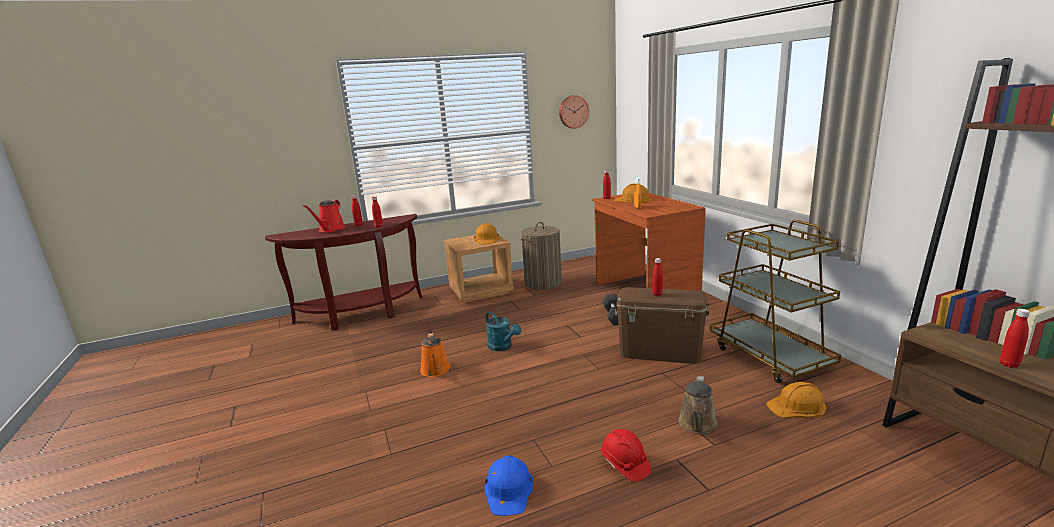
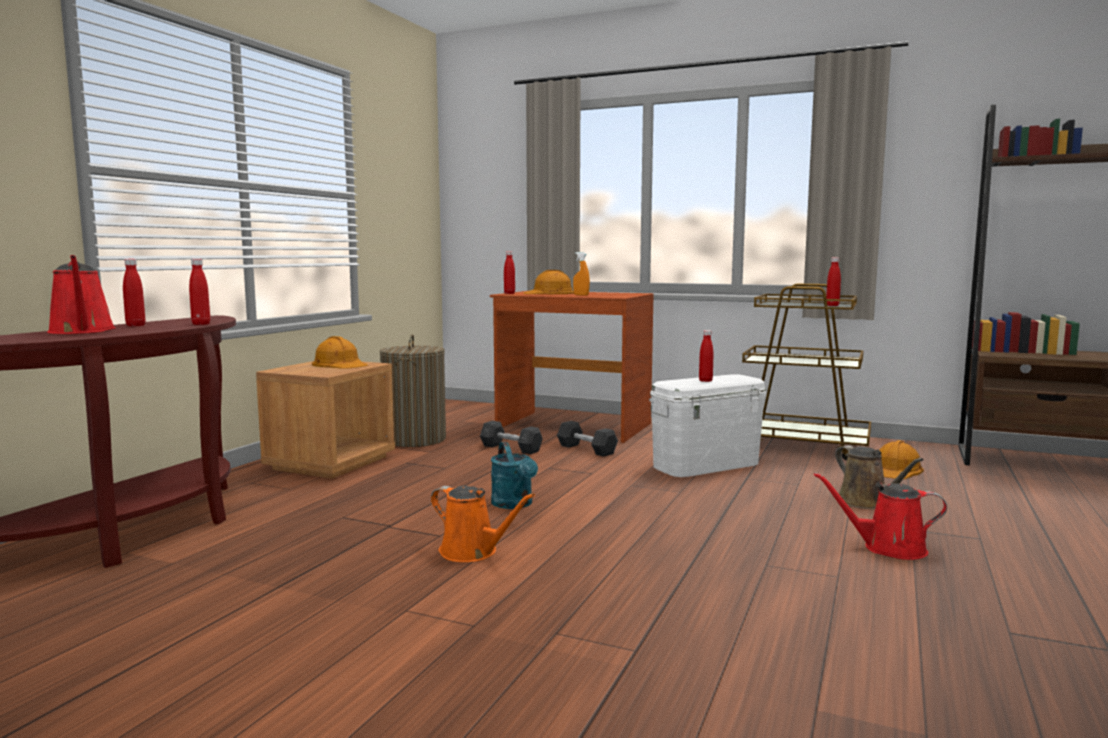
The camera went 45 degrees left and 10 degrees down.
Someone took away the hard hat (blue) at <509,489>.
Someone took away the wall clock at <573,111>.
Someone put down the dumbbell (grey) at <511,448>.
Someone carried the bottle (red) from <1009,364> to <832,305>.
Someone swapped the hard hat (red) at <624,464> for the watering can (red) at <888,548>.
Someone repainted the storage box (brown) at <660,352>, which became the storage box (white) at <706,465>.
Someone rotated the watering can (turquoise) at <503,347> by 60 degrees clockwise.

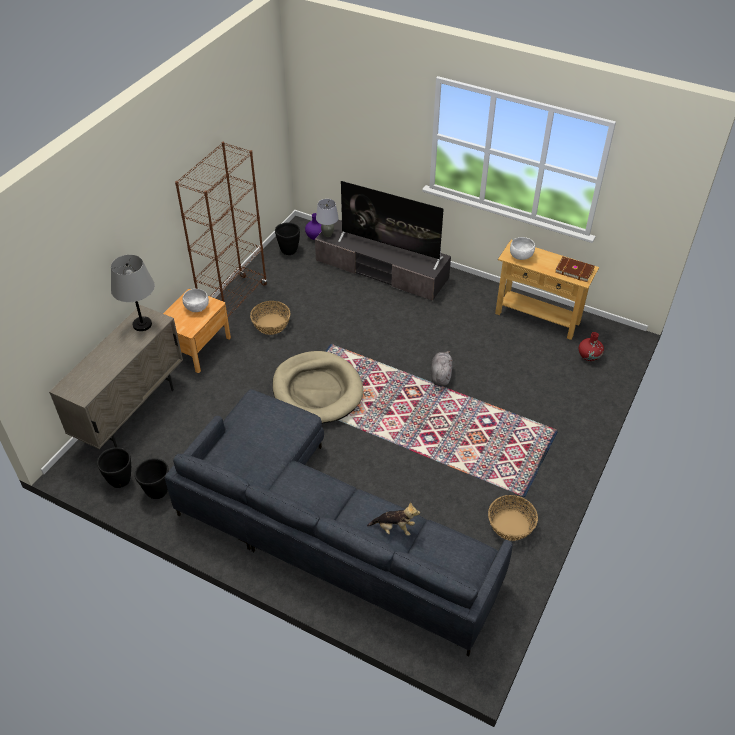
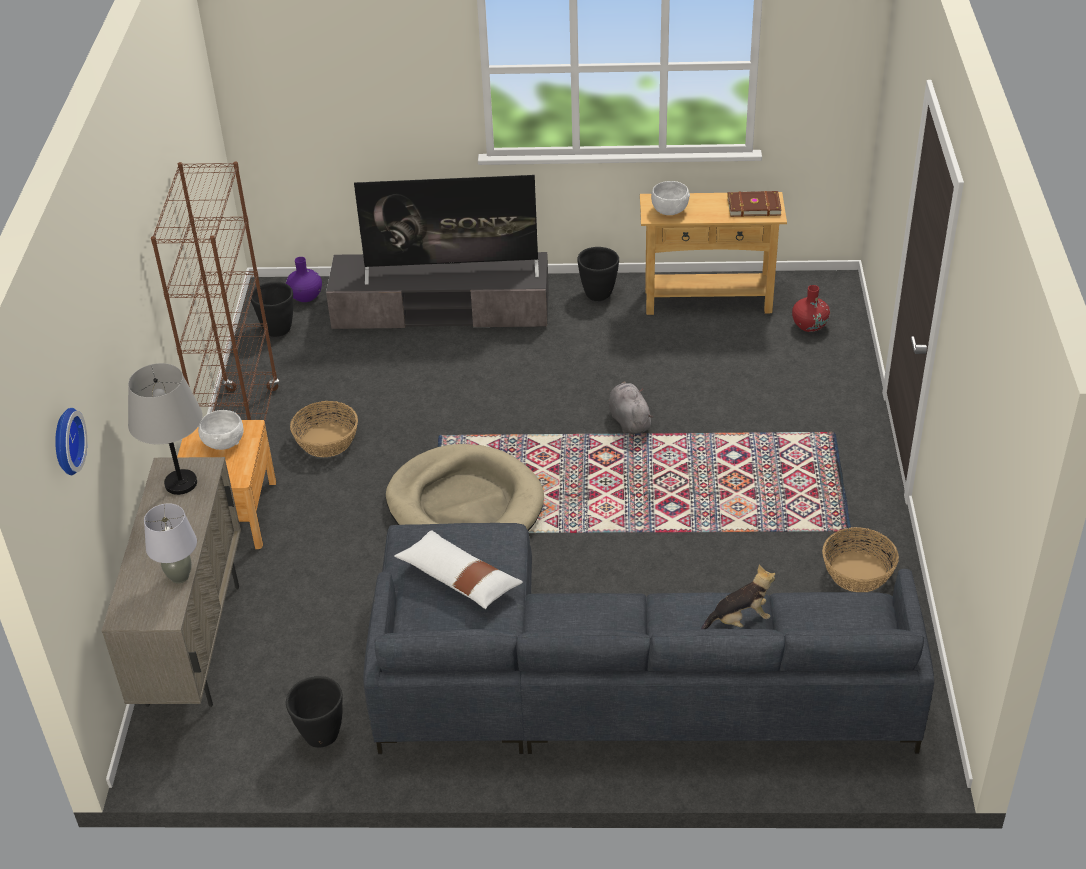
The camera went 25 degrees left and 5 degrees down.
Someone put up the wall clock at <64,441>.
Someone put down the pillow (white) at <459,579>.
Someone carried the planter (black) from <121,480> to <598,294>.
Someone carried the table lamp (grey) from <328,234> to <180,576>.

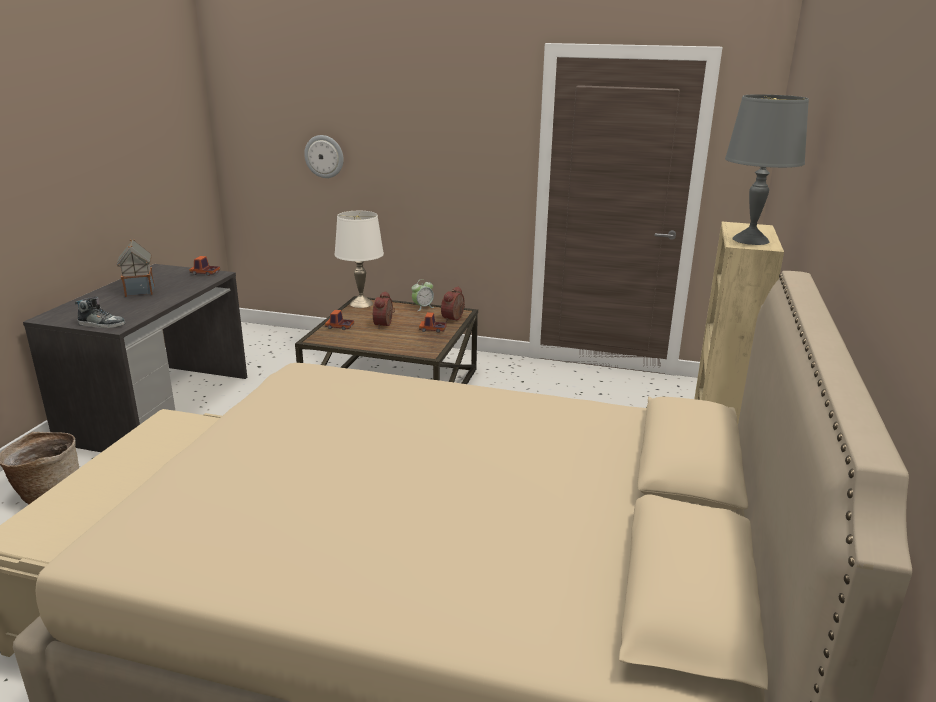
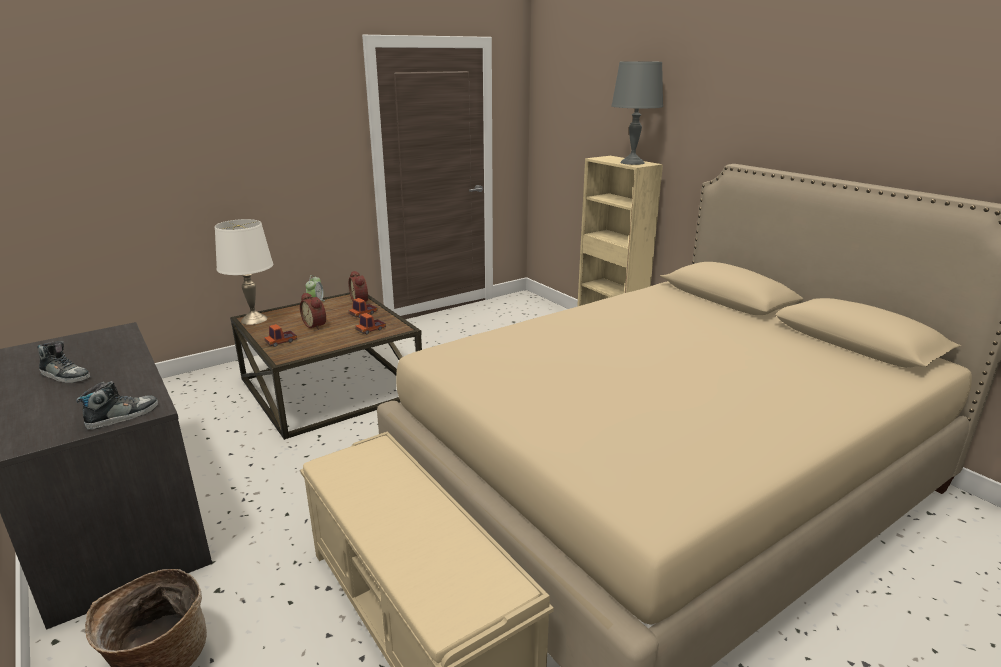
The camera went 50 degrees left and 0 degrees up.
Someone took away the wall clock at <324,156>.
Someone carried the toy truck from <205,273> to <371,330>.
Someone swapped the toy house at <139,291> for the shoe at <65,376>.

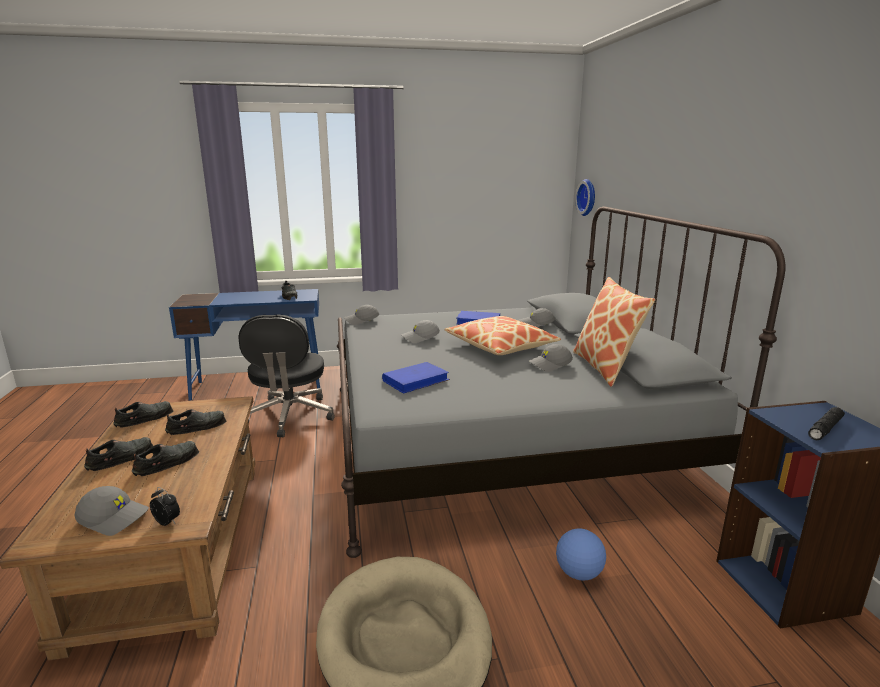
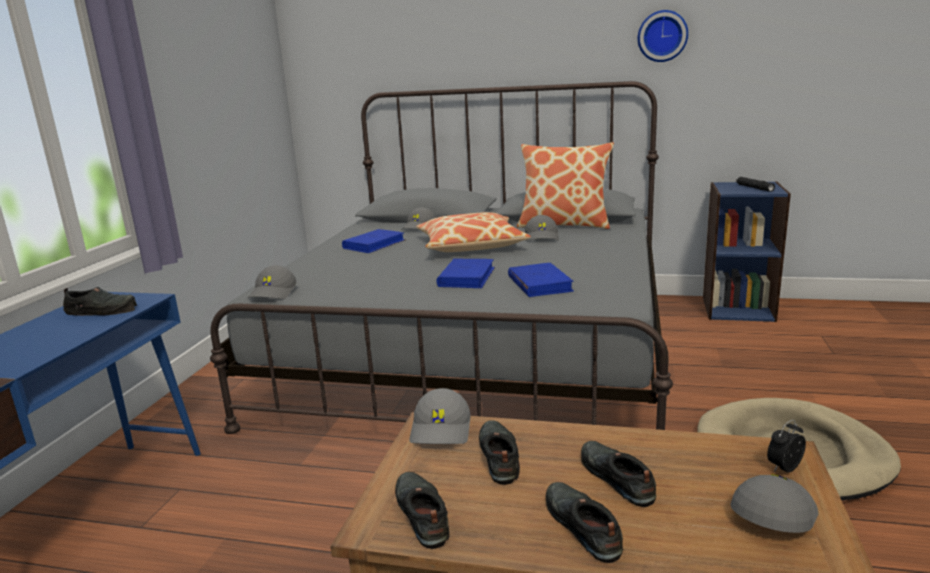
The camera went 65 degrees left and 0 degrees up.
Someone took away the office chair (black) at <290,416>.
Someone took away the football at <579,573>.
Someone put down the book (blue) at <466,277>.
Someone carried the cap (grey) from <420,338> to <442,430>.
Someone carried the wall clock from <588,197> to <662,36>.

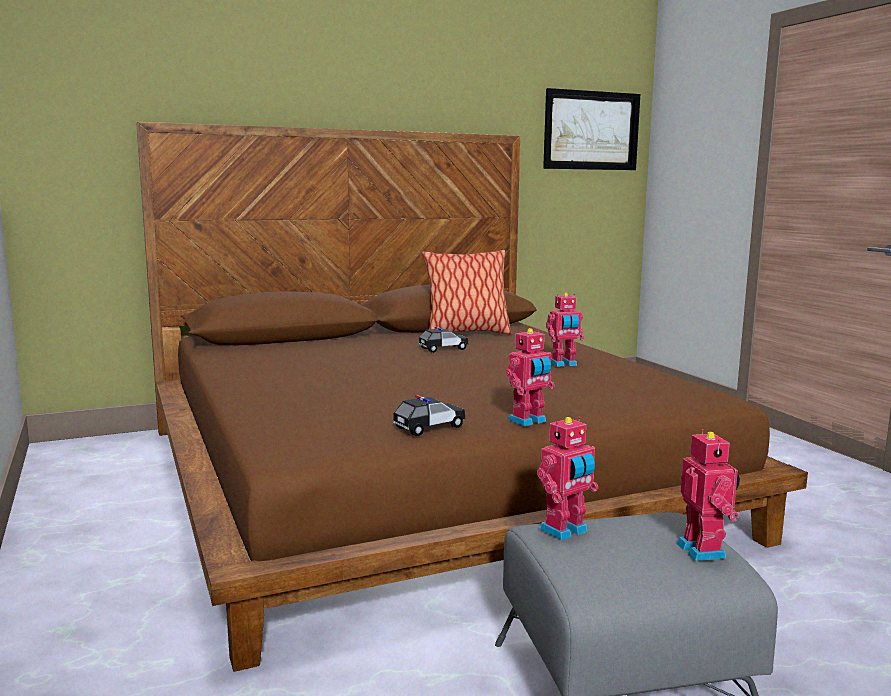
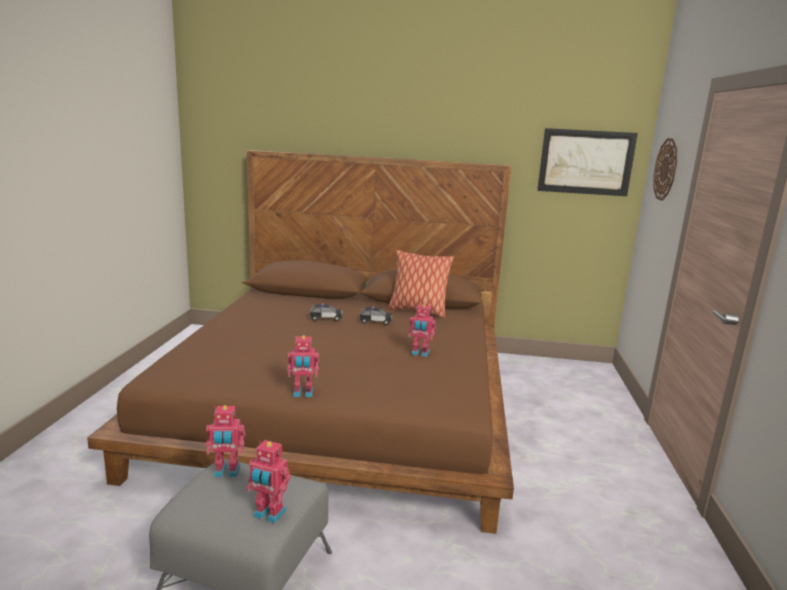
The camera went 30 degrees right and 5 degrees up.
Someone put up the wall clock at <666,169>.
Someone carried the toy car from <429,428> to <325,318>.
Someone rotated the toy robot at <704,550> by 90 degrees clockwise.

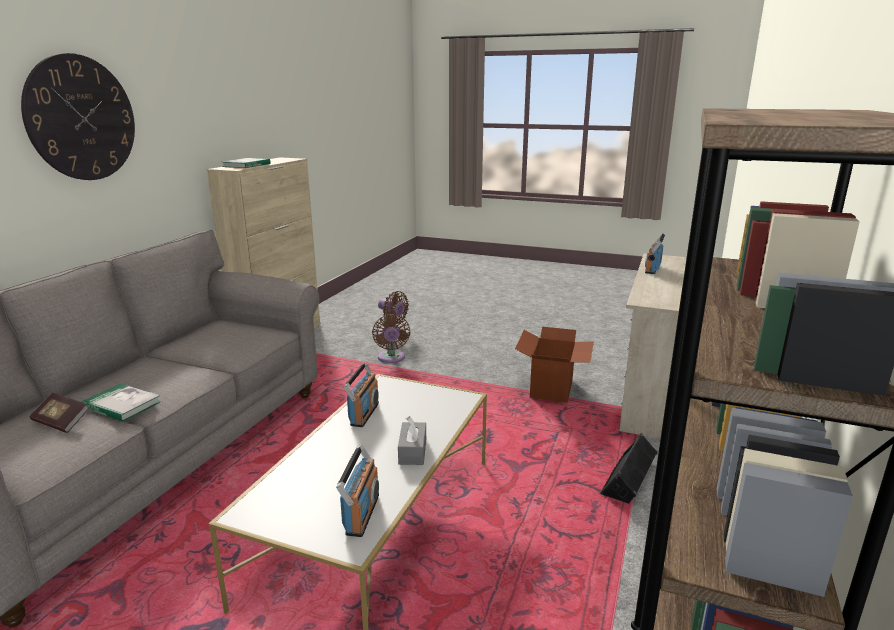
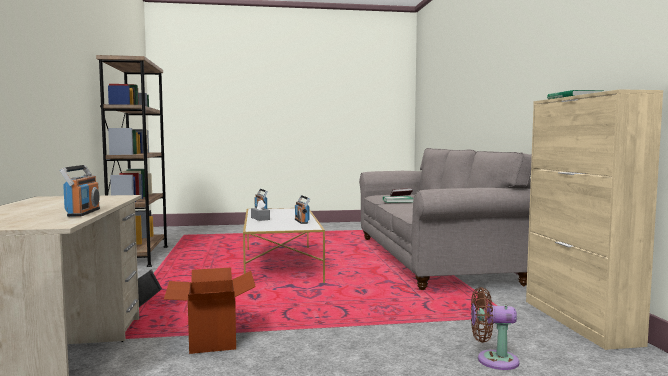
The camera went 150 degrees right and 15 degrees down.
Someone took away the wall clock at <81,118>.
Someone took away the fan (brown) at <391,358>.

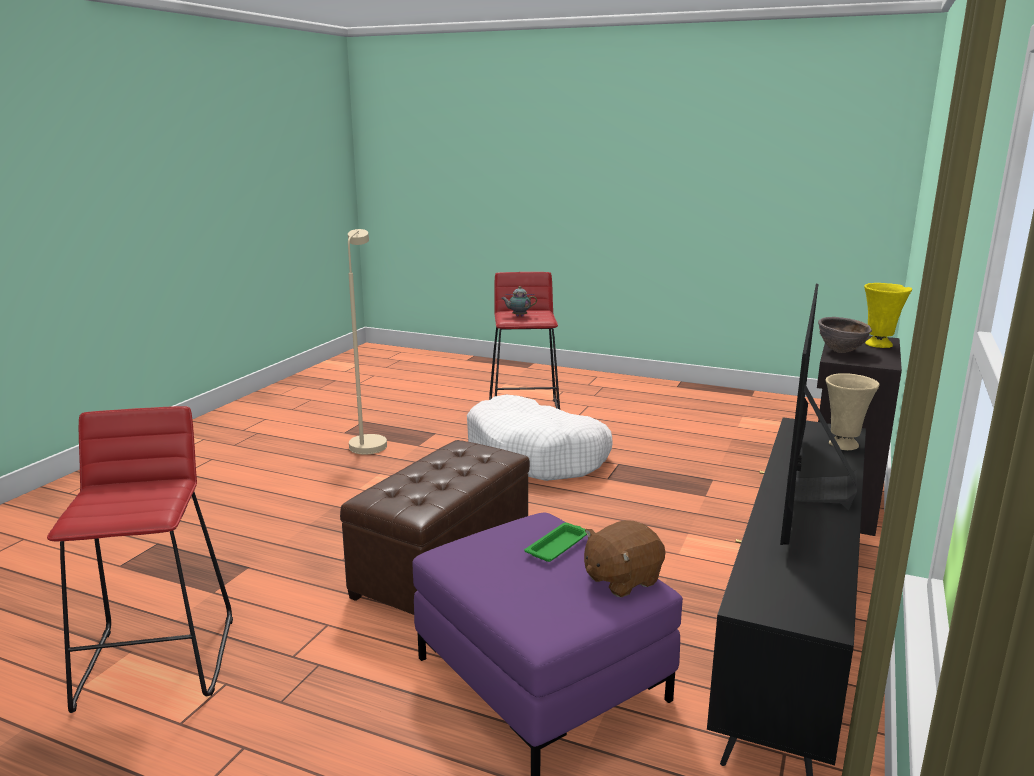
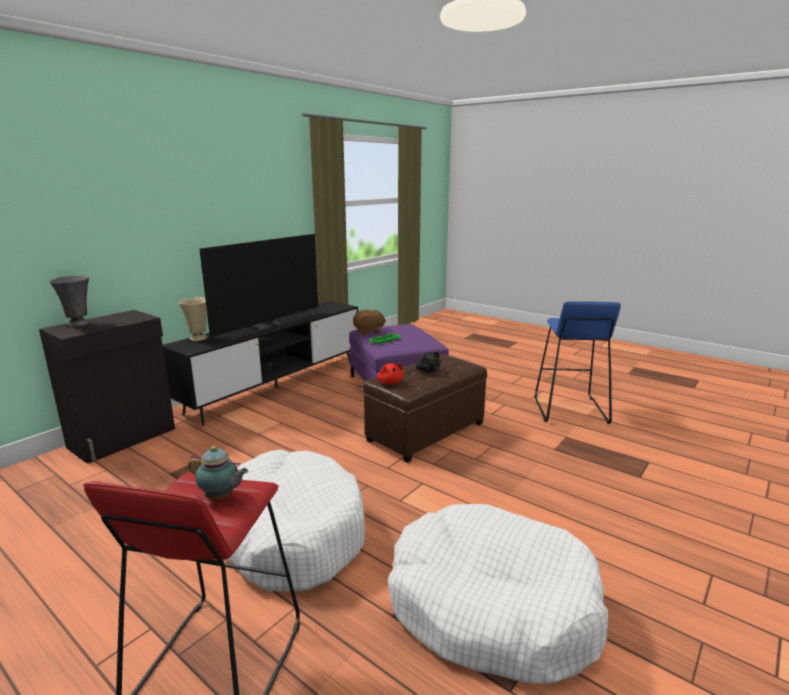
The camera went 165 degrees left and 0 degrees up.
Someone took away the bowl (brown) at <841,352>.
Someone put down the plush toy (red) at <390,382>.
Someone put down the plush toy (black) at <427,370>.
Someone swapped the floor lamp (beige) at <368,442> for the dog bed (white) at <491,606>.
Someone repainted the stool (red) at <158,661>, which became the stool (blue) at <569,410>.
Someone repainted the vase (yellow) at <879,345>, which became the vase (grey) at <78,324>.

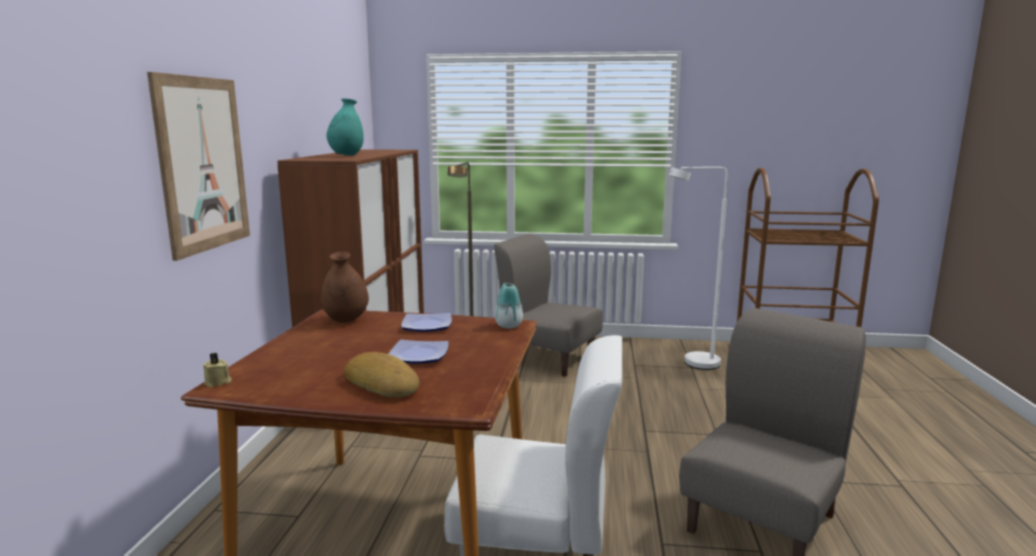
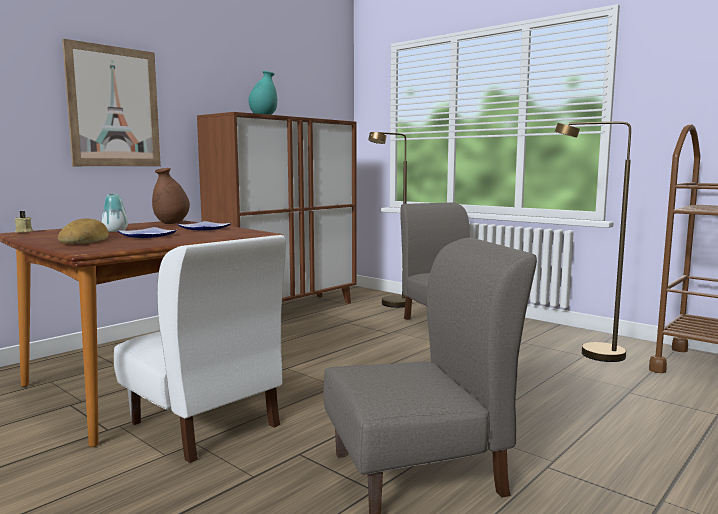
The camera went 35 degrees right and 5 degrees down.
Someone carried the vase from <508,326> to <115,231>.
Someone repainted the floor lamp (white) at <693,364>, which became the floor lamp (brown) at <590,354>.

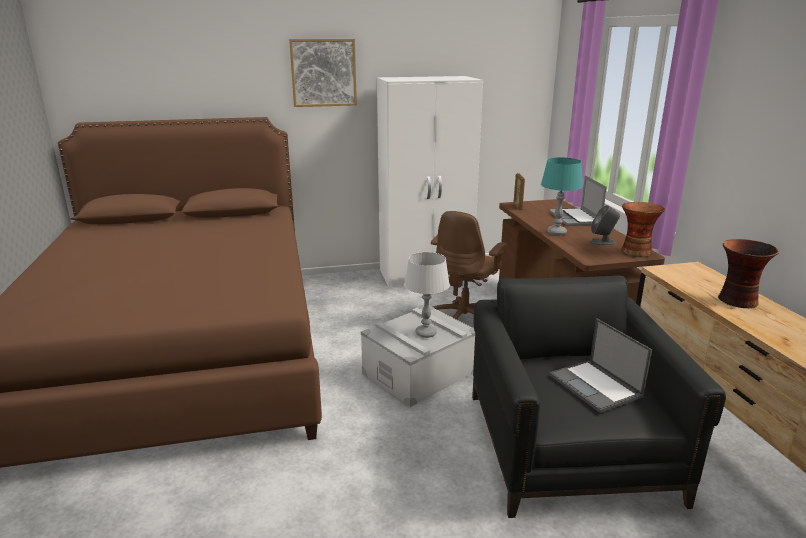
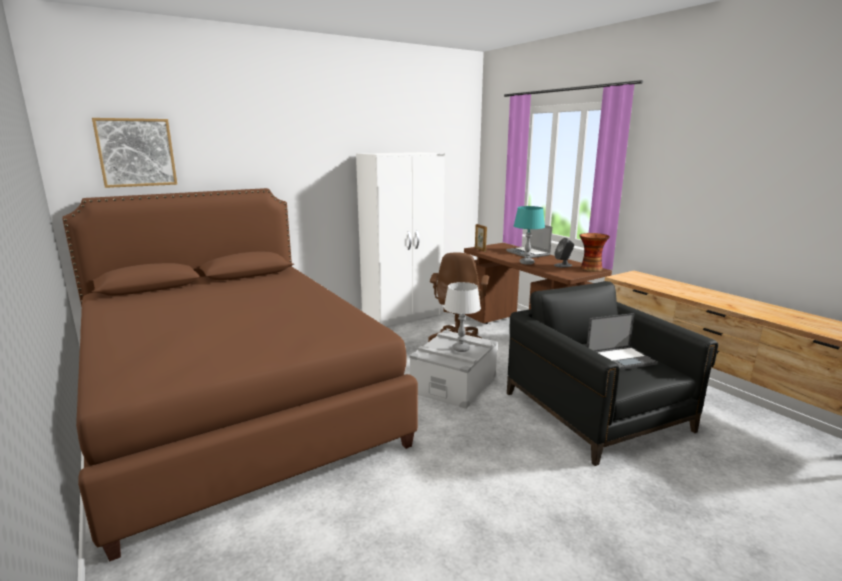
The camera went 20 degrees left and 5 degrees down.
Someone took away the vase at <736,301>.
Someone carried the picture from <323,73> to <136,152>.
Someone rotated the laptop at <596,386> by 60 degrees counterclockwise.

